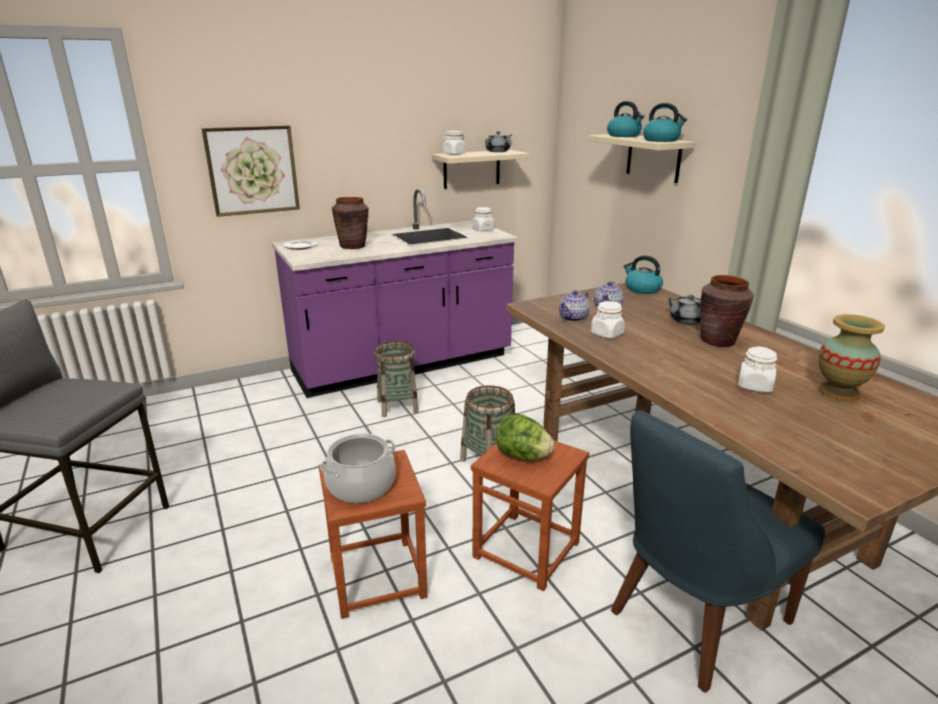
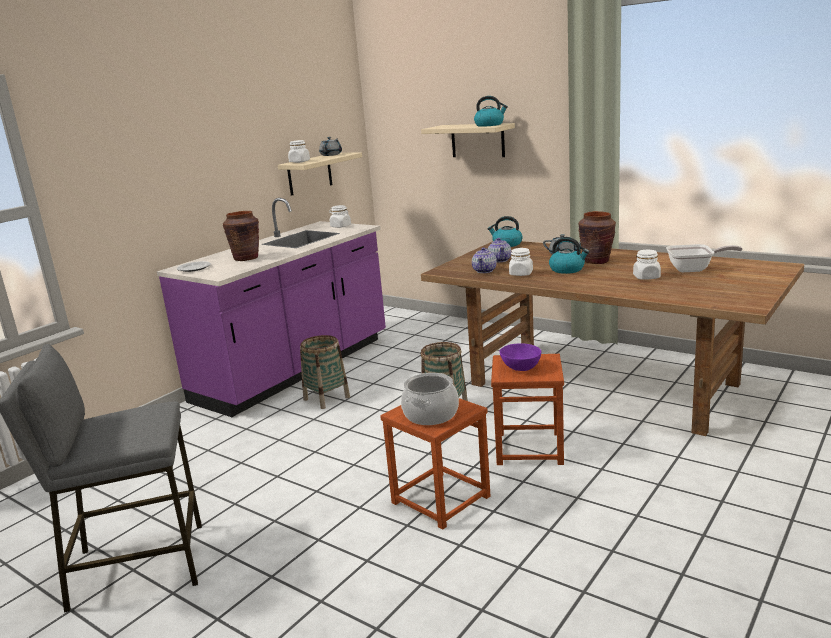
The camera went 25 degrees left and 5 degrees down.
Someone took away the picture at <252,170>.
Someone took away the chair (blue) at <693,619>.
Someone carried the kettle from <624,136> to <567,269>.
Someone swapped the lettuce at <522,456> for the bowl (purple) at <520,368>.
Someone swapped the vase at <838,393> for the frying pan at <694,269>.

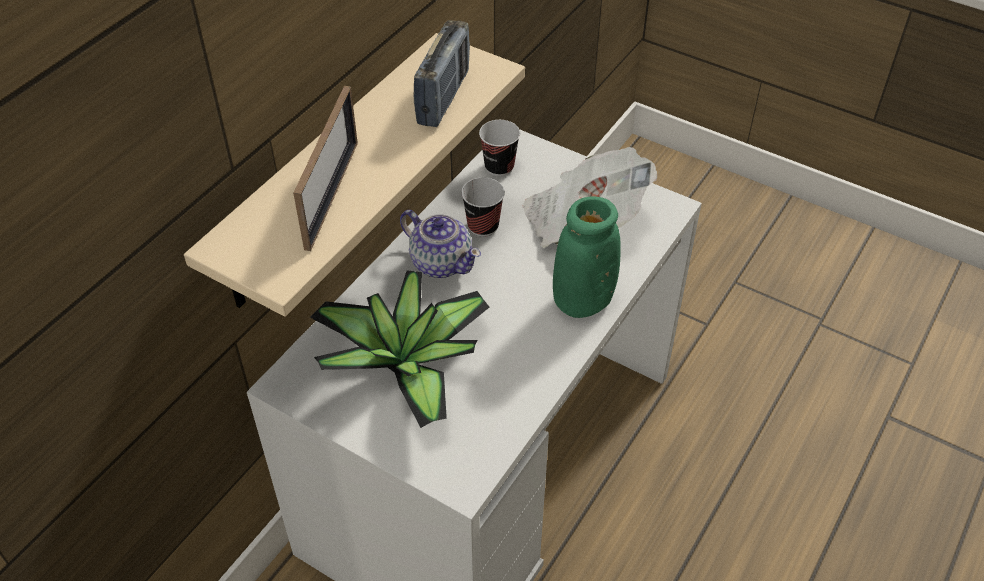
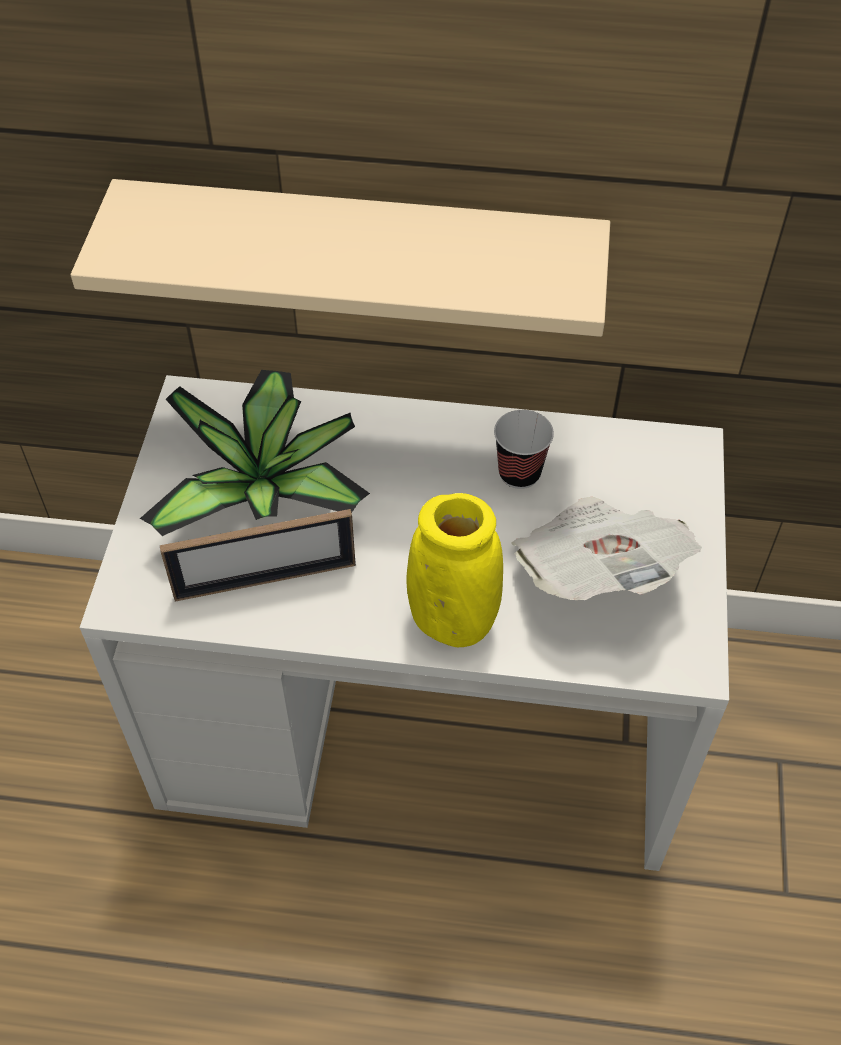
The camera went 65 degrees right and 5 degrees up.
Someone took away the teapot at <441,262>.
Someone took away the radio at <443,97>.
Someone took away the cup at <499,167>.
Someone carried the picture frame from <331,194> to <265,580>.
Someone repainted the vase (green) at <582,301>, which became the vase (yellow) at <453,620>.

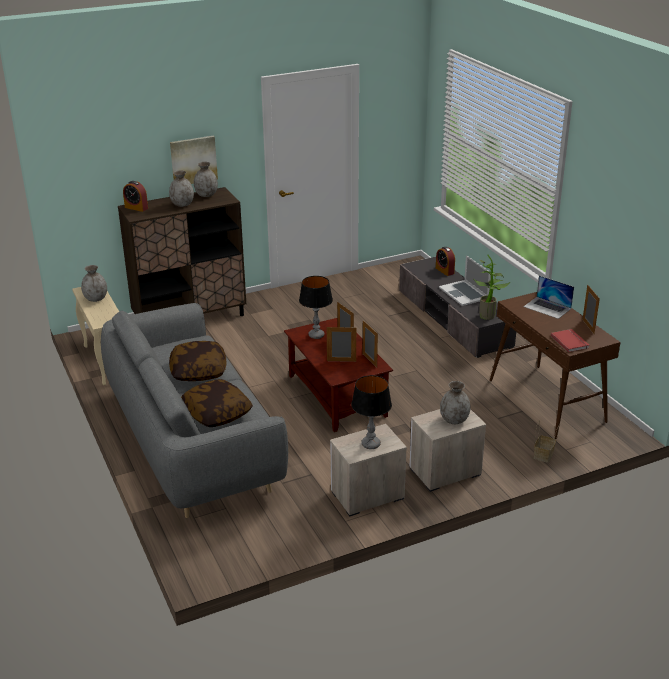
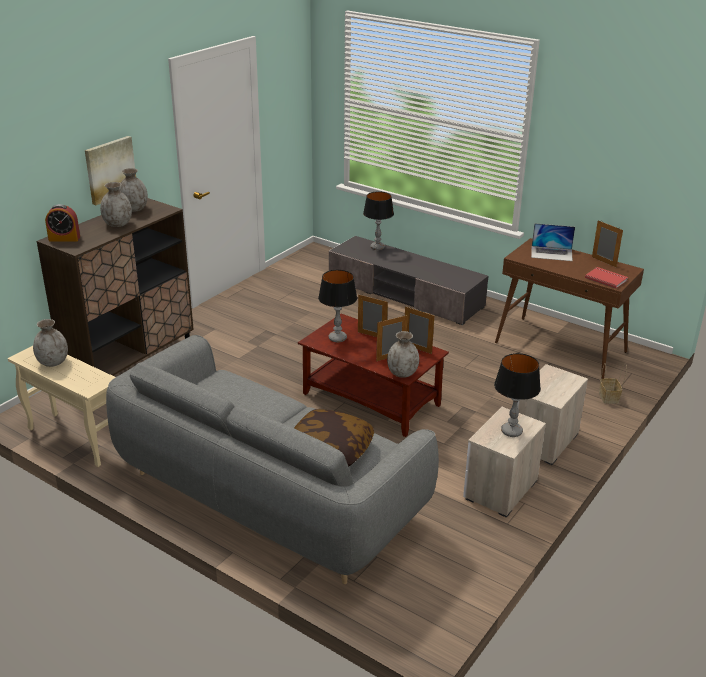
The camera went 30 degrees left and 0 degrees up.
Someone took away the pillow at <198,371>.
Someone took away the laptop at <464,293>.
Someone took away the potted plant at <488,315>.
Someone carried the vase (grey) from <454,420> to <402,373>.
Someone swapped the alarm clock at <444,271> for the table lamp at <377,247>.

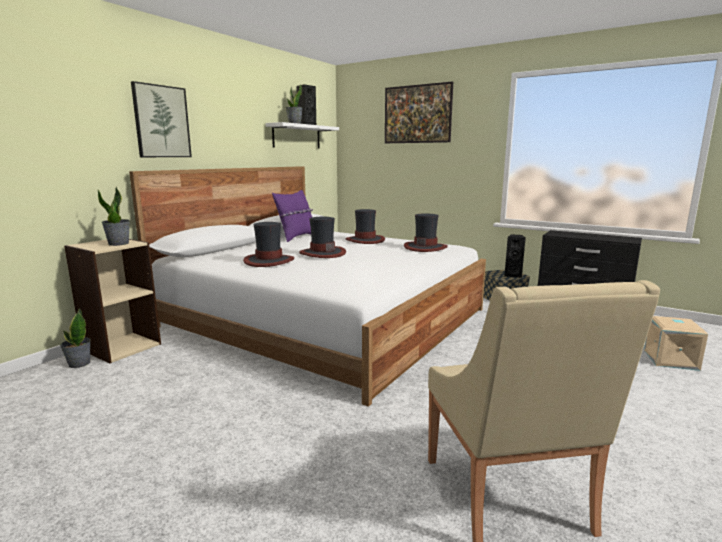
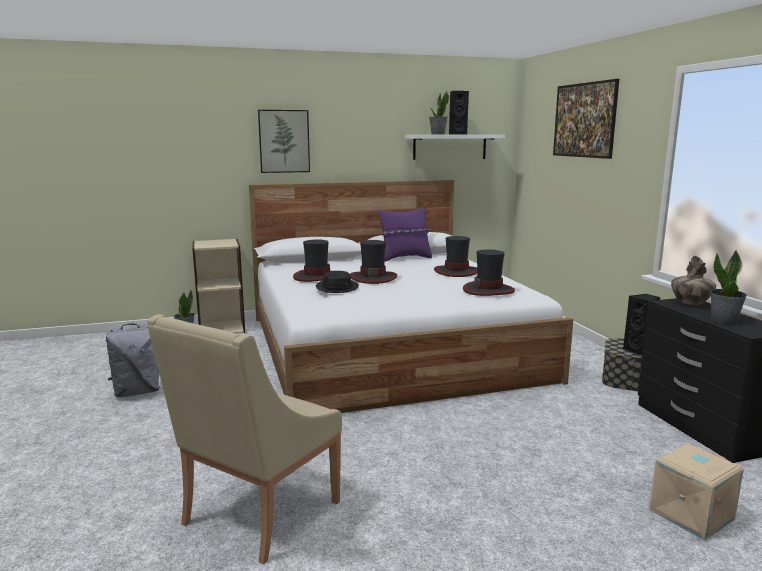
The camera went 40 degrees right and 0 degrees up.
Someone put down the backpack (grey) at <137,392>.
Someone put down the hat (black) at <337,287>.
Someone put down the vase at <690,304>.
Someone carried the potted plant from <119,243> to <724,320>.

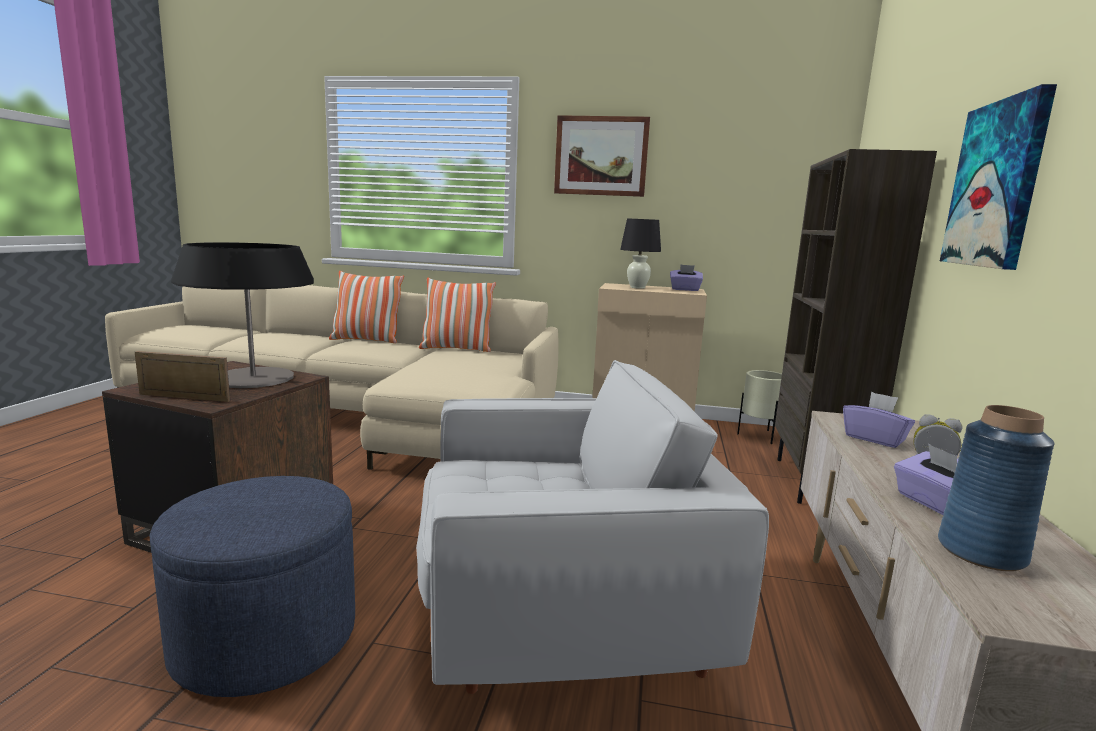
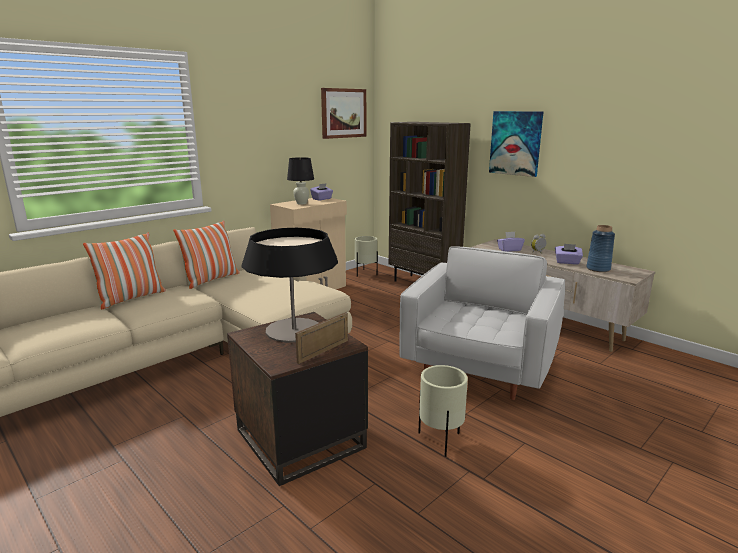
The camera went 55 degrees left and 5 degrees up.
Someone carried the picture from <601,156> to <343,113>.
Someone swapped the ottoman (blue) at <265,637> for the planter (beige) at <440,441>.

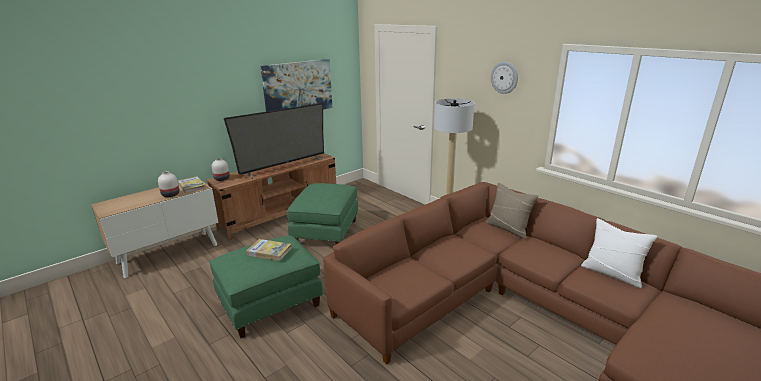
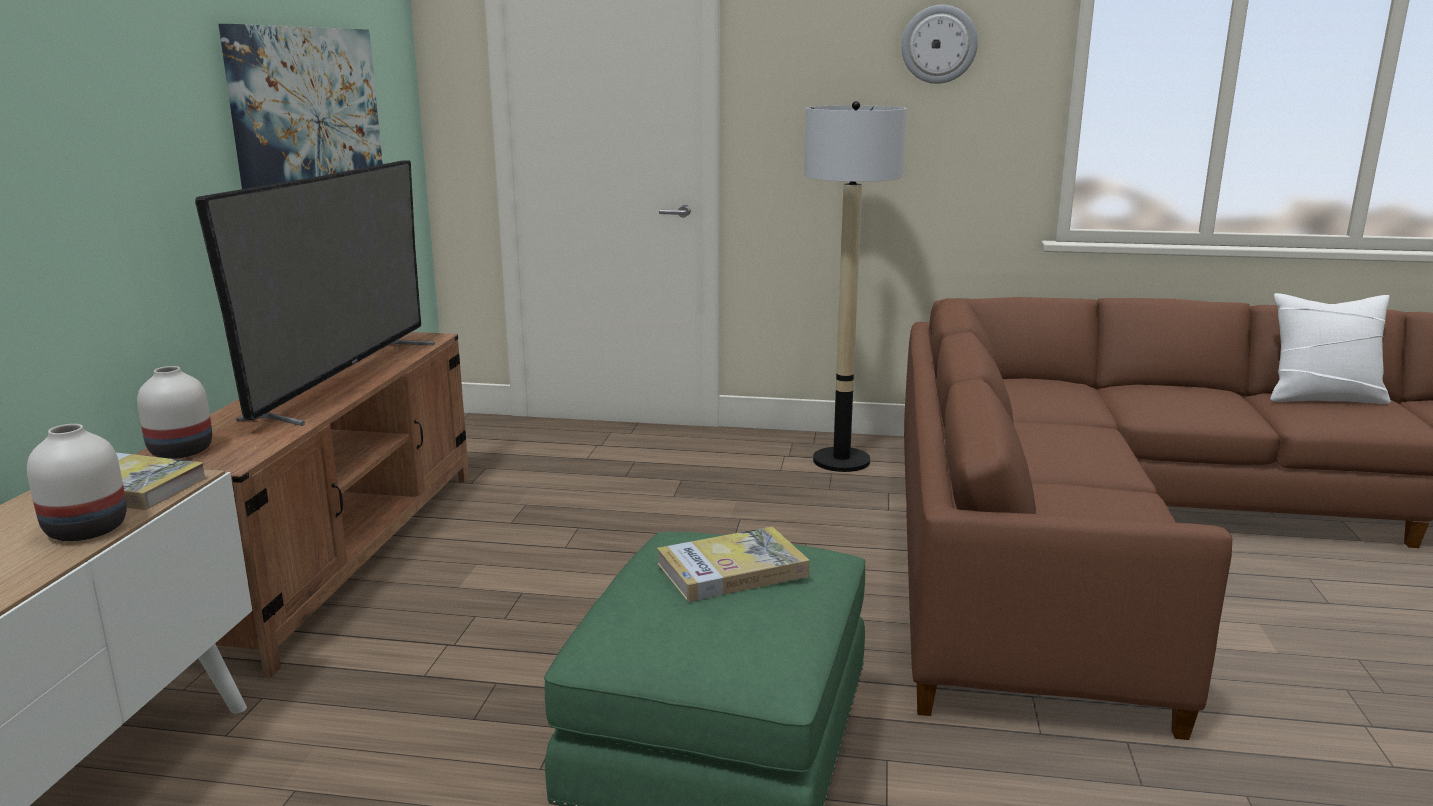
The camera went 40 degrees left and 5 degrees down.
Someone took away the ottoman (green) at <325,232>.
Someone took away the pillow (beige) at <508,228>.

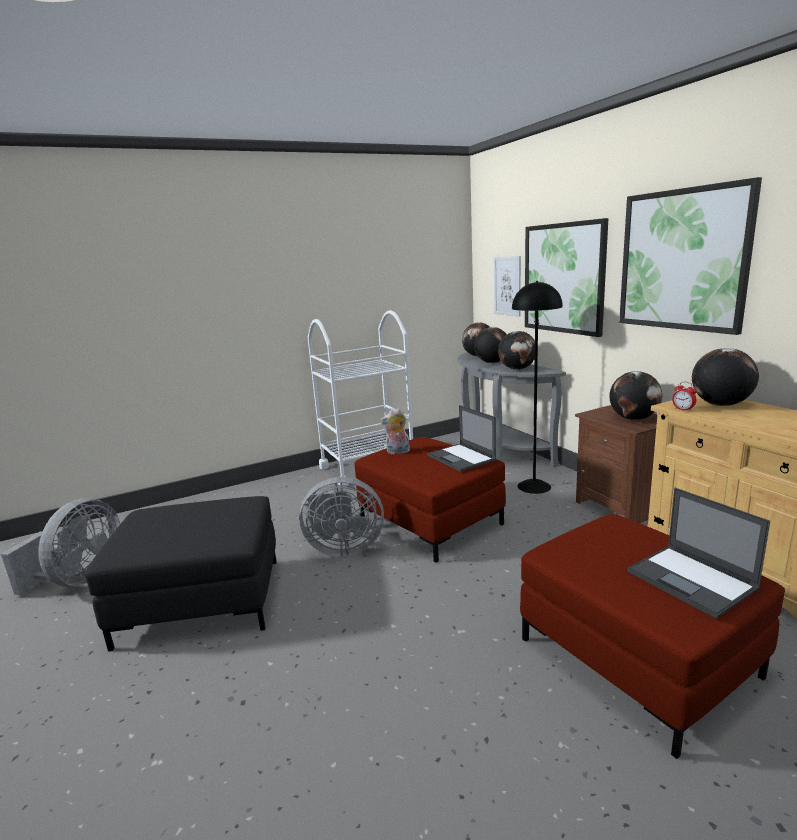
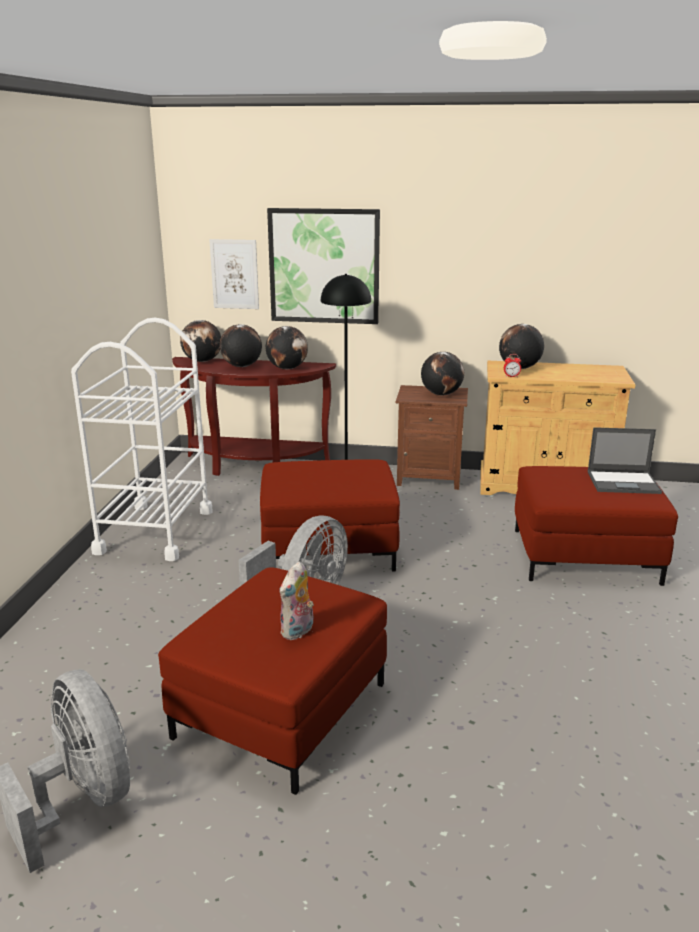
The camera went 55 degrees left and 5 degrees up.
Someone took away the laptop at <462,458>.
Someone took away the picture at <682,260>.
Someone carried the plush toy from <397,452> to <298,632>.
Someone repainted the ottoman (black) at <203,600>, which became the ottoman (red) at <281,709>.
Someone repainted the console table (grey) at <498,450>, which became the console table (brown) at <253,466>.

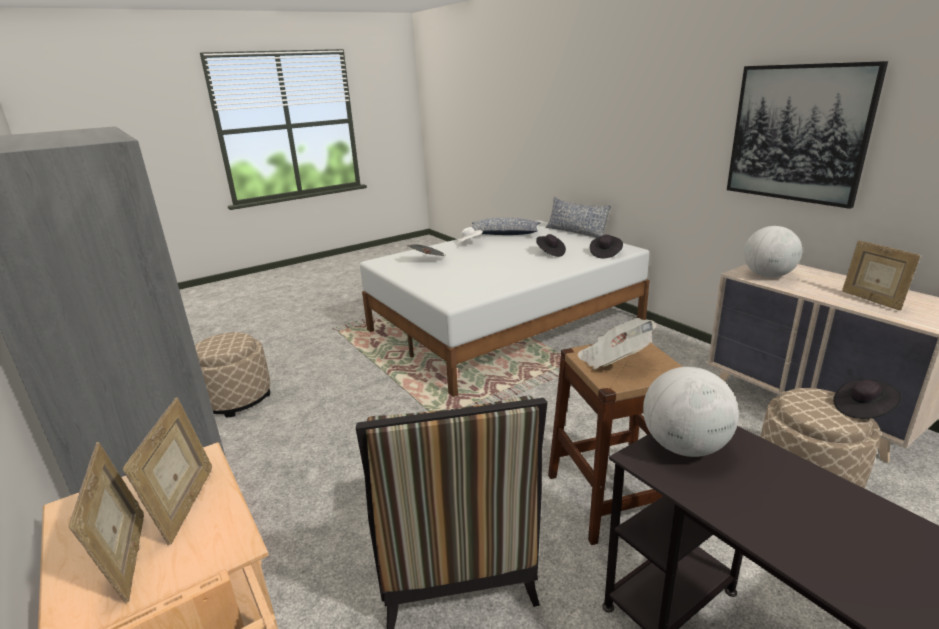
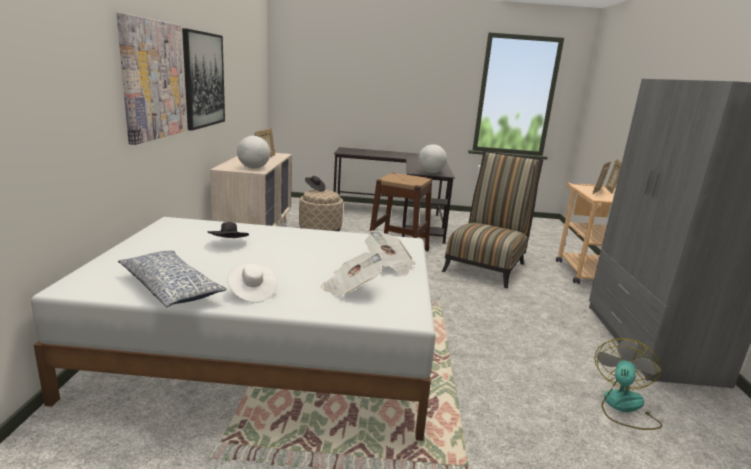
The camera went 145 degrees left and 5 degrees down.
Someone took away the pillow at <576,232>.
Someone took away the hat (black) at <605,254>.
Someone put up the picture at <153,80>.
Someone carried the newspaper from <614,360> to <389,266>.
Someone swapped the ottoman (beige) at <236,399> for the fan at <623,407>.

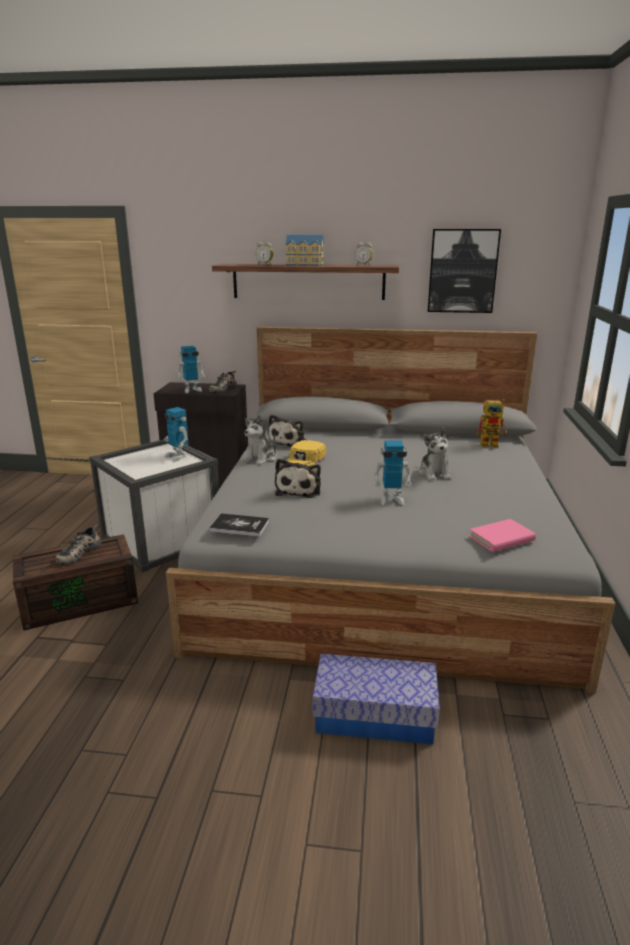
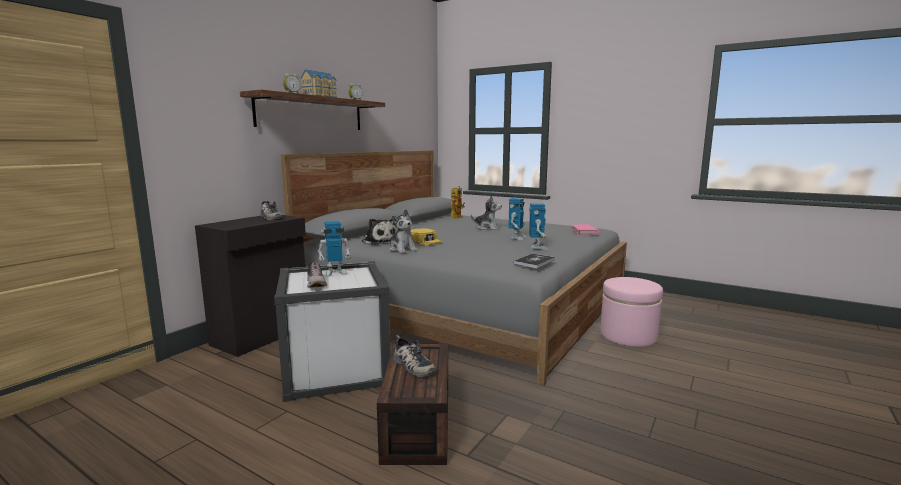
The camera went 65 degrees left and 10 degrees down.
Someone took away the plush toy at <299,490>.
Someone took away the picture at <462,271>.
Someone put down the shoe at <316,284>.
Someone carried the toy robot from <192,390> to <538,247>.
Someone swapped the storage box at <375,715> for the ottoman (pink) at <628,336>.

